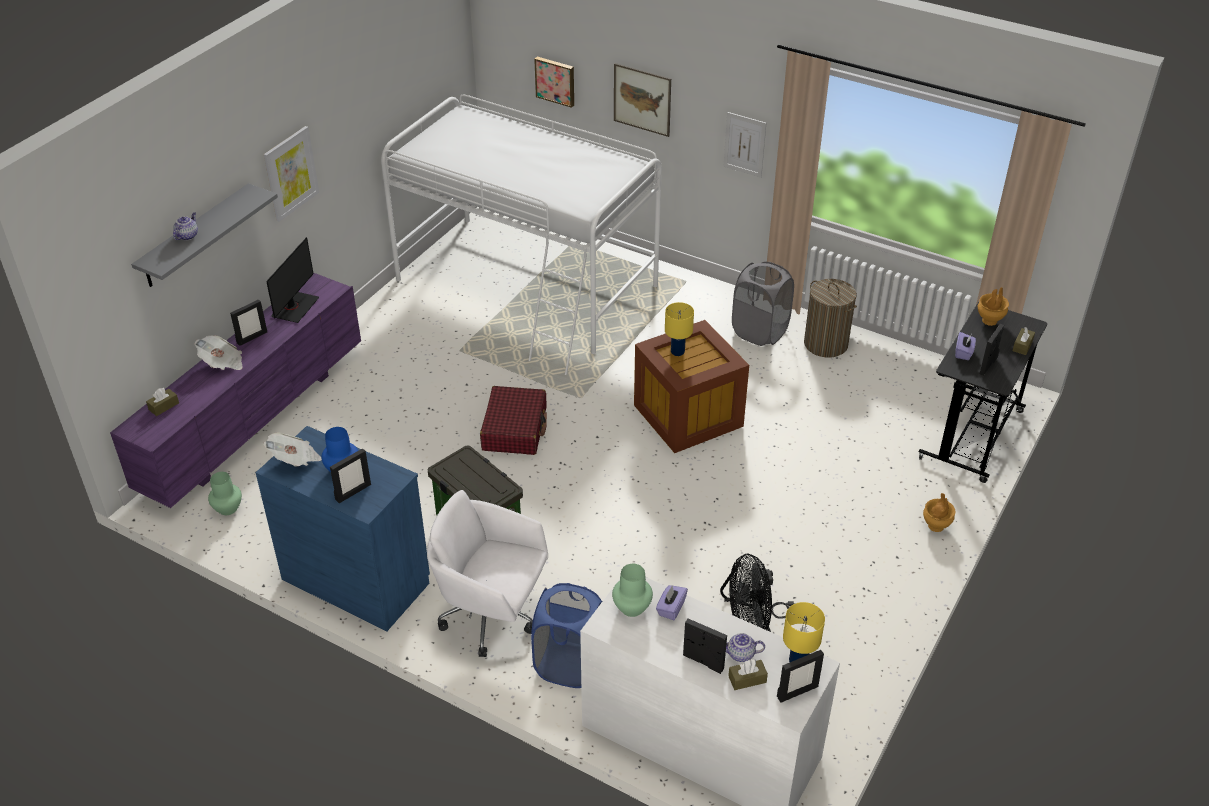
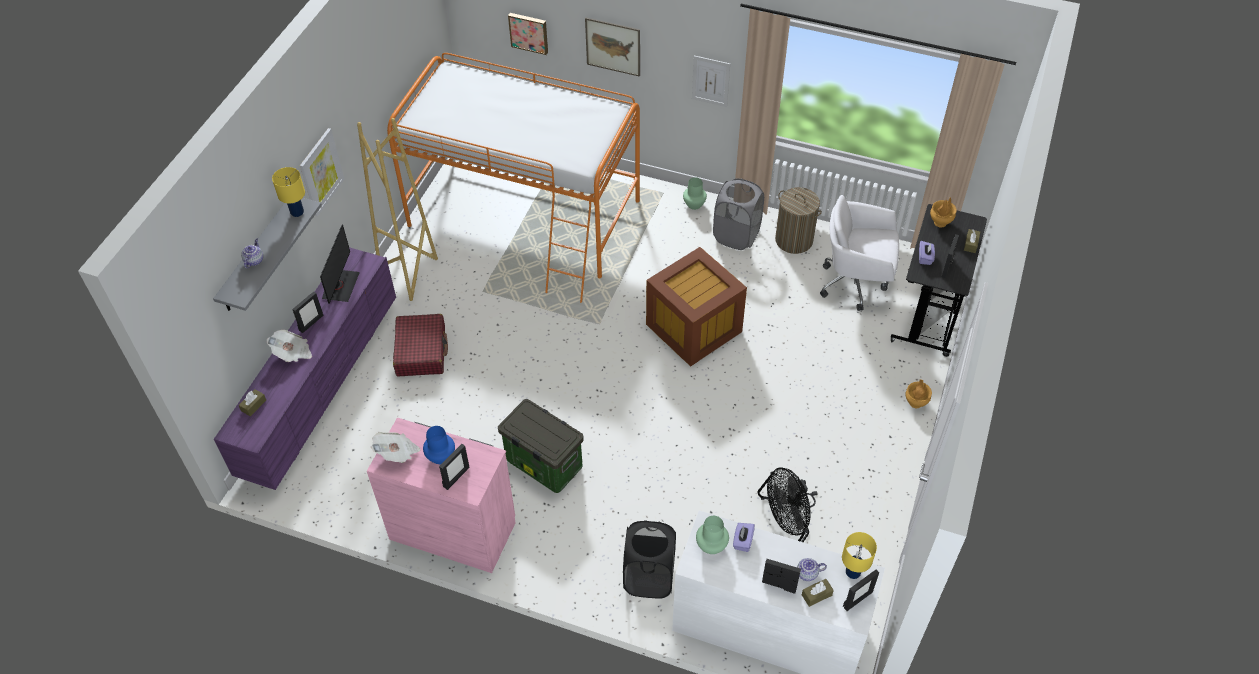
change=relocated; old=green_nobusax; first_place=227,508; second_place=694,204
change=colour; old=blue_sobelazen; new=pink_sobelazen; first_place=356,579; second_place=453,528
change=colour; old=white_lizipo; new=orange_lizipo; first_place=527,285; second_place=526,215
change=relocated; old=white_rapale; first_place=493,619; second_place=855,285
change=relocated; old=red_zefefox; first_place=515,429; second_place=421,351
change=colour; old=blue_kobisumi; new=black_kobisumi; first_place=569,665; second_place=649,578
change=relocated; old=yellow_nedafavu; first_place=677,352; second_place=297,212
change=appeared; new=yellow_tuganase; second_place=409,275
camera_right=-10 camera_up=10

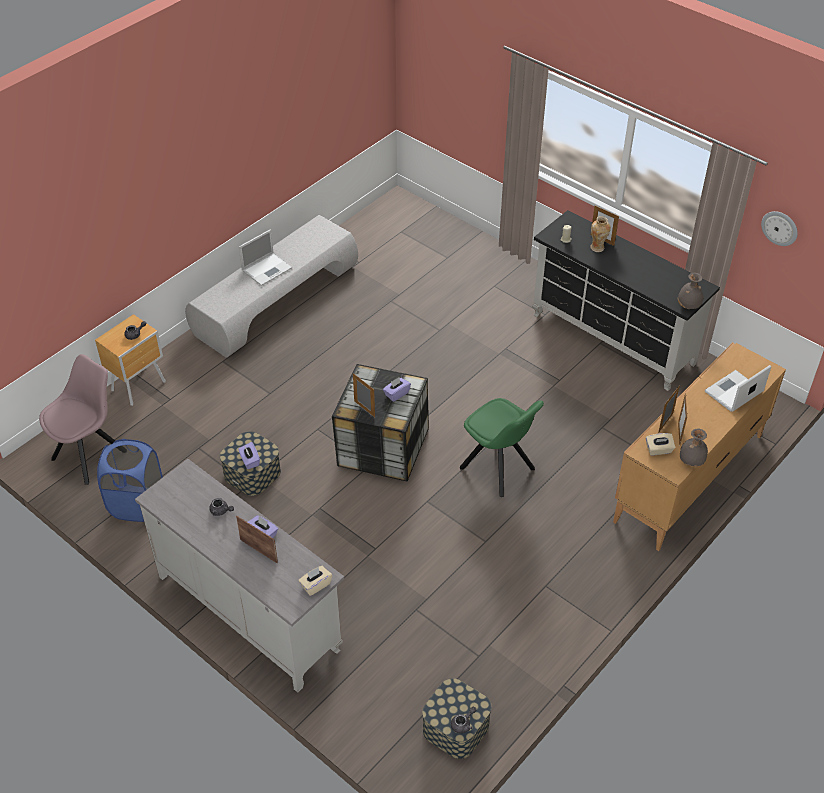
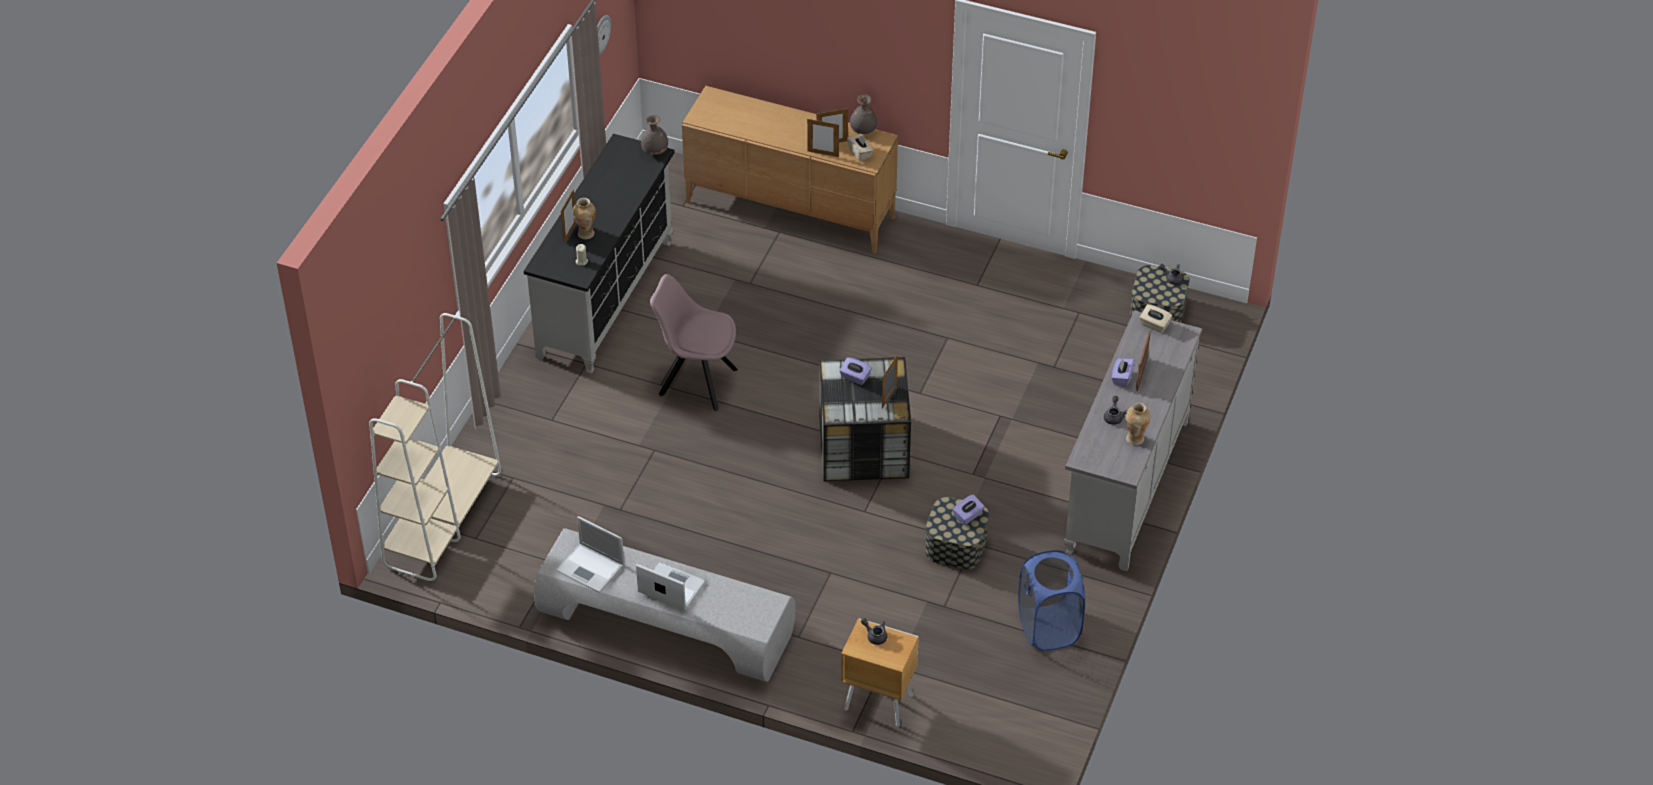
change=relocated; old=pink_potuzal; first_place=90,455; second_place=697,382
change=missing; old=green_potuzal; first_place=498,468
change=relocated; old=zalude; first_place=733,392; second_place=591,568
change=appeared; new=beige_tuganase; second_place=443,521
change=appeared; new=nobusax; second_place=1135,438
camera_right=-110 camera_up=0

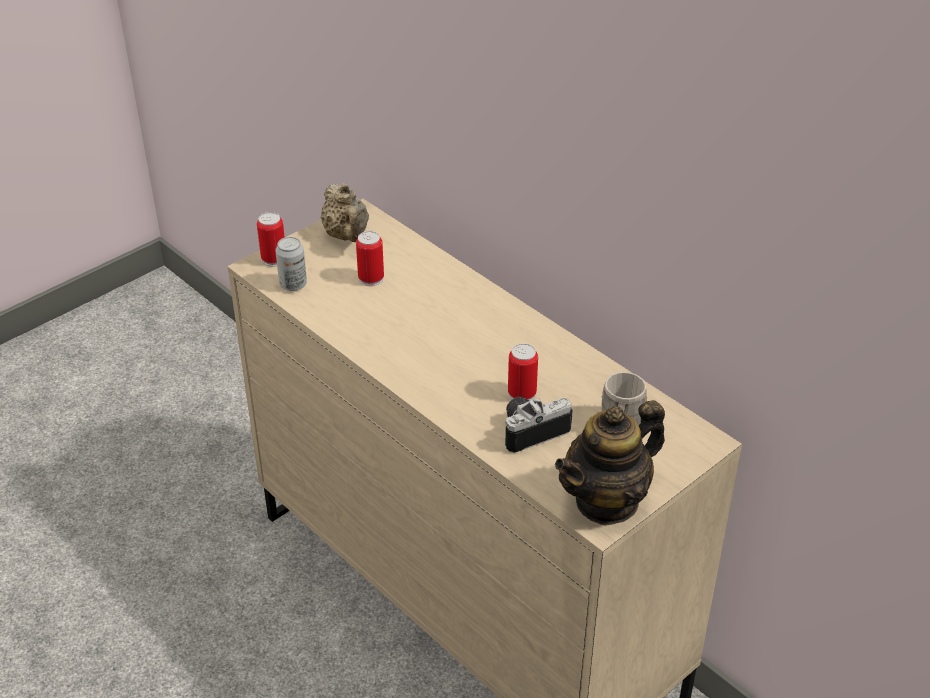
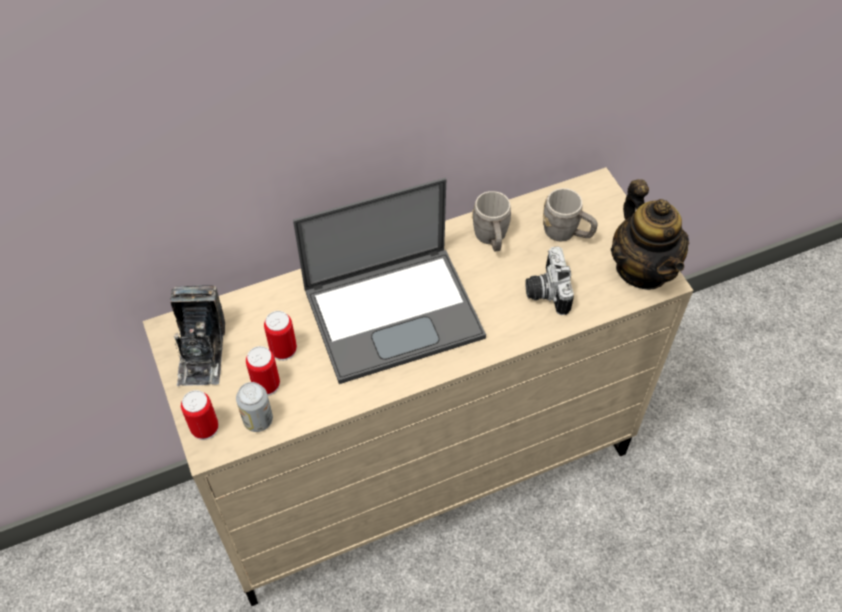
change=exchanged; old=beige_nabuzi; new=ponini; first_place=347,236; second_place=201,352
change=relocated; old=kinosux; first_place=522,393; second_place=266,384
change=appeared; new=zalude; second_place=395,312
change=appeared; new=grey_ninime; second_place=491,239
camera_right=-70 camera_up=15

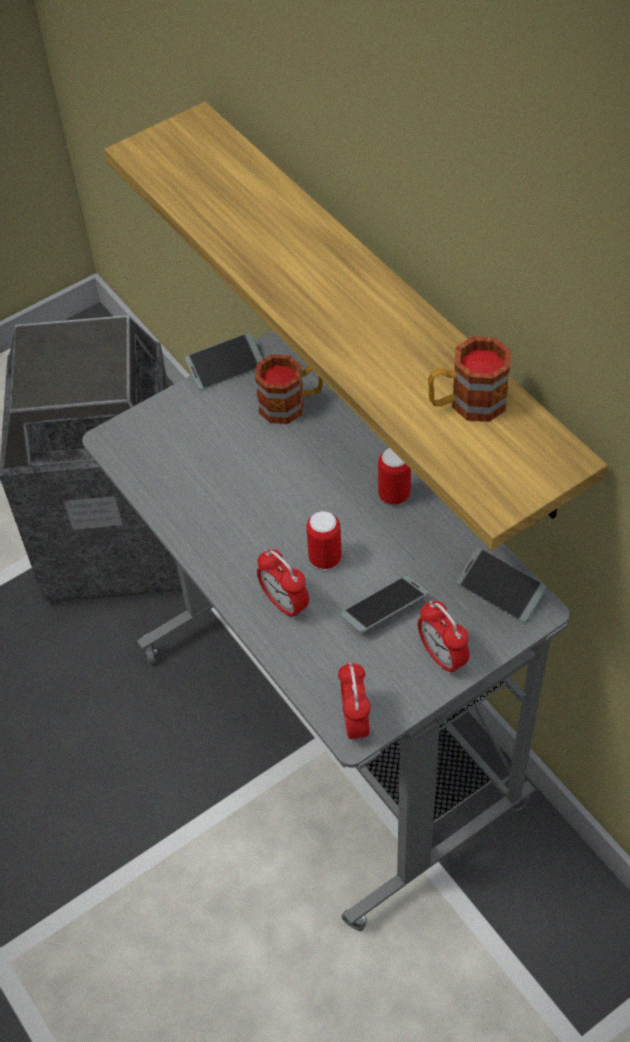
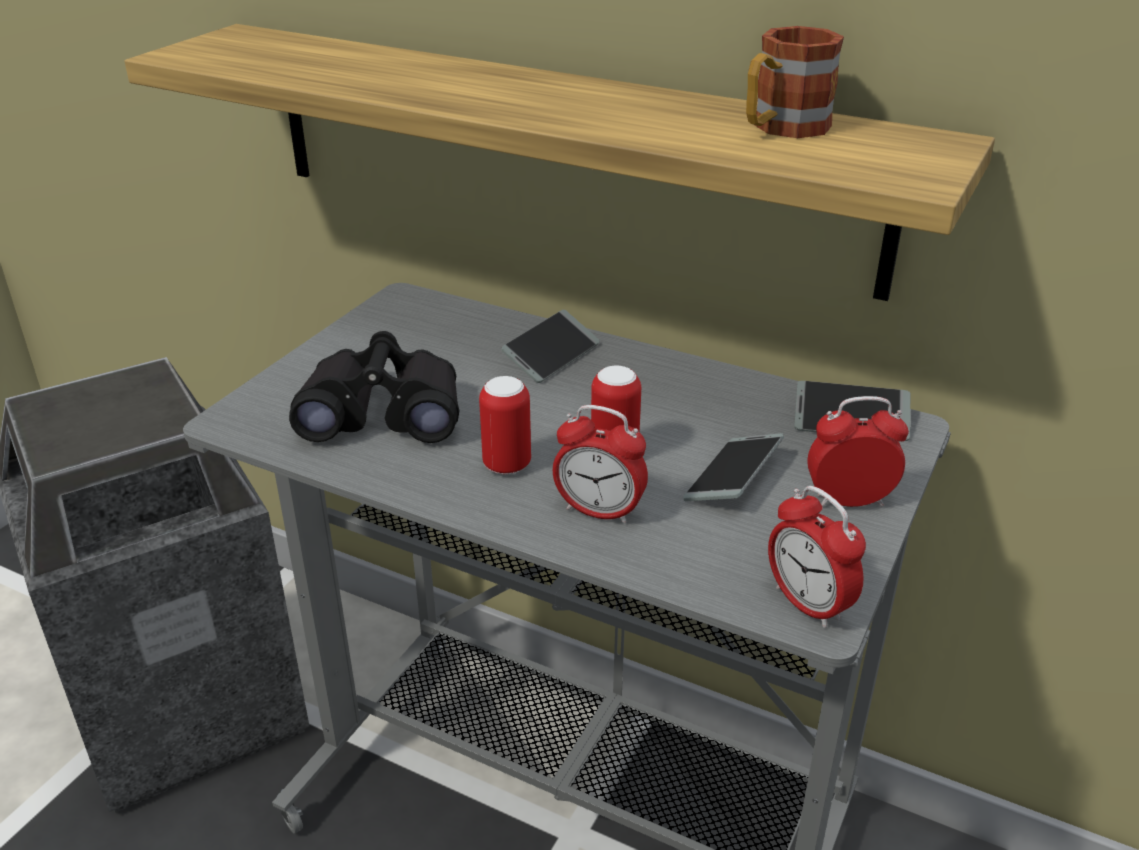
change=relocated; old=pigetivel; first_place=225,367; second_place=551,356
change=missing; old=ninime; first_place=291,404
change=relocated; old=kinosux; first_place=394,495; second_place=507,465
change=spun; old=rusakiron; first_place=442,656; second_place=849,501; degrees=150
change=appeared; new=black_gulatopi; second_place=383,413
camera_right=-30 camera_up=-20

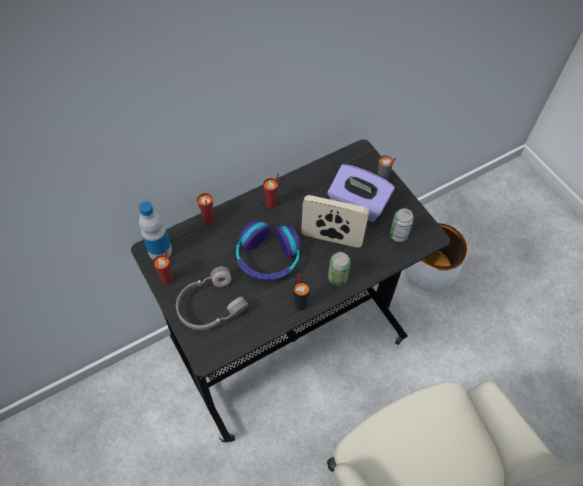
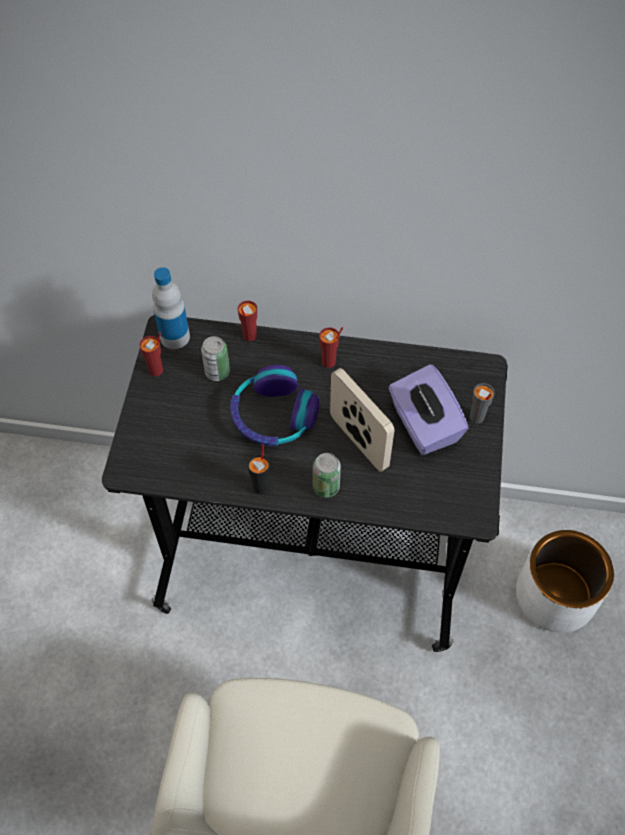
change=missing; old=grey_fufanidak; first_place=209,305
change=relocated; old=kinosux; first_place=398,235; second_place=217,372
camera_right=40 camera_up=0

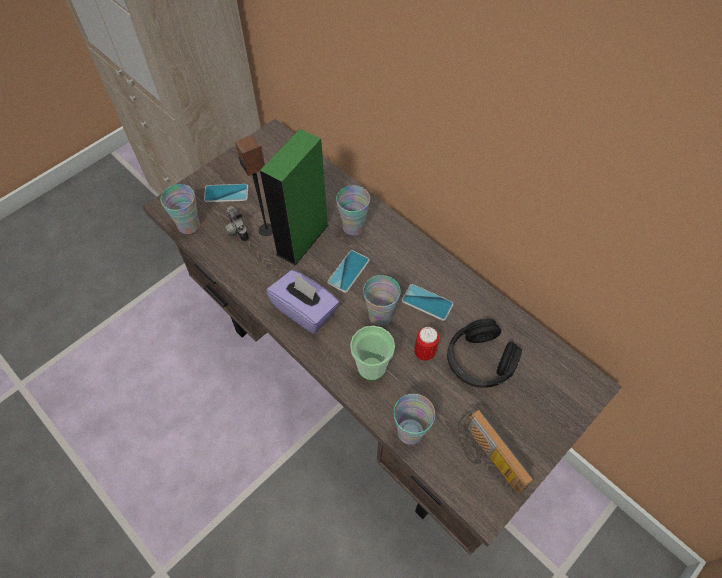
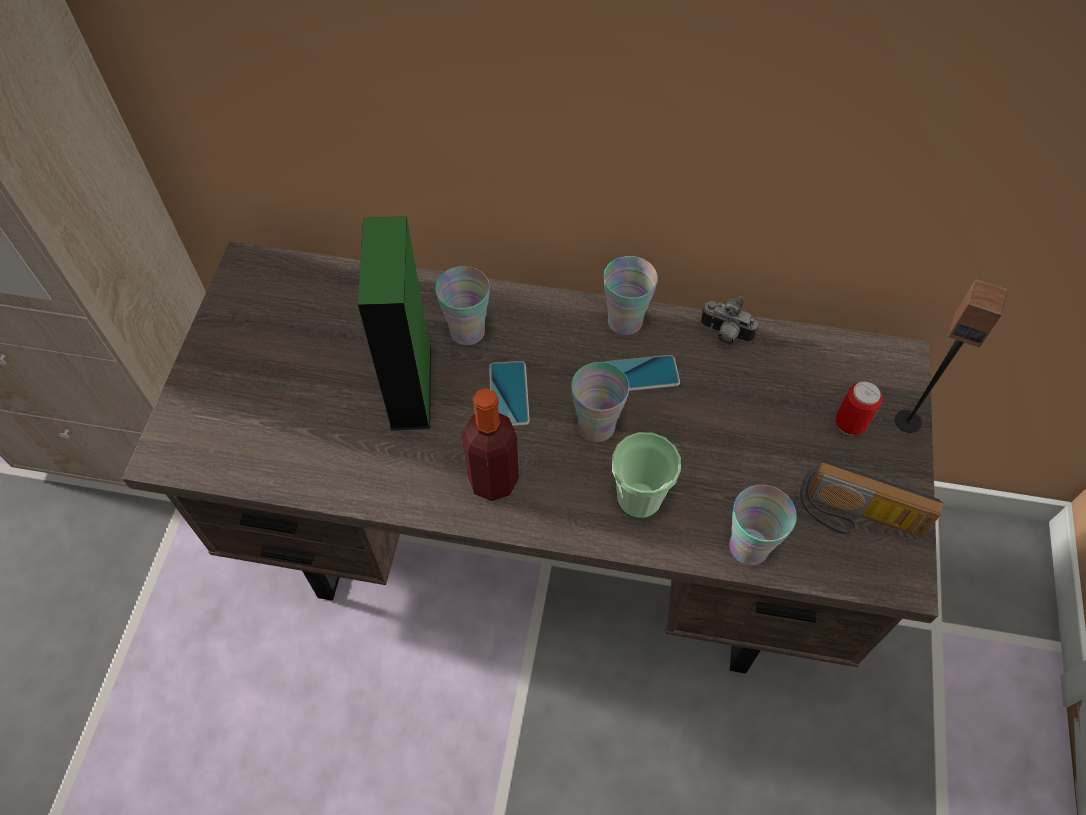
change=relocated; old=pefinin; first_place=189,225; second_place=625,321
change=missing; old=pigetivel; first_place=226,193
change=relocated; old=ponini; first_place=236,231; second_place=724,335
change=relocated; old=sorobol; first_place=267,229; second_place=908,421
change=exchanged; old=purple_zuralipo; new=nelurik; first_place=305,310; second_place=493,480
change=relocated; old=kinosux; first_place=424,352; second_place=849,424
change=missing; old=black_fufanidak; first_place=479,361
camera_right=-35 camera_up=0

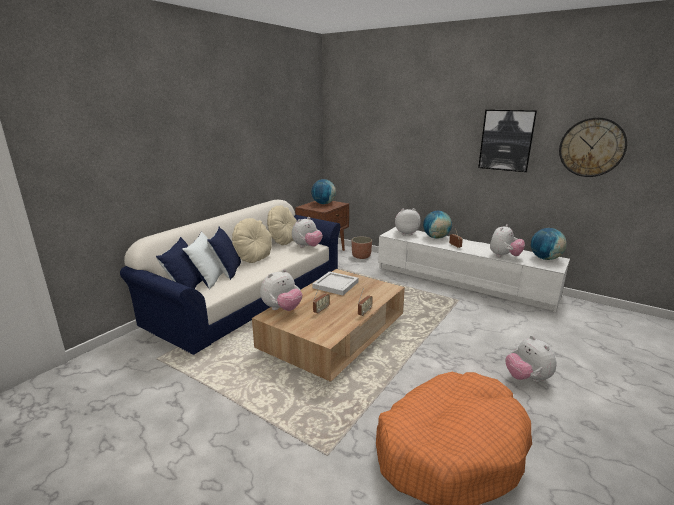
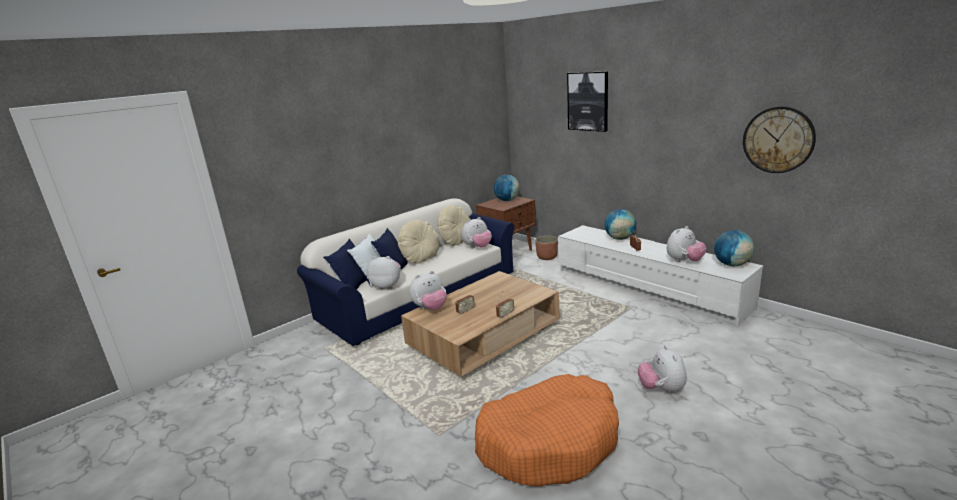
change=missing; old=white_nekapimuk; first_place=335,284
change=relocated; old=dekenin; first_place=405,233; second_place=387,286
change=relocated; old=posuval; first_place=506,140; second_place=588,101
camera_right=15 camera_up=0

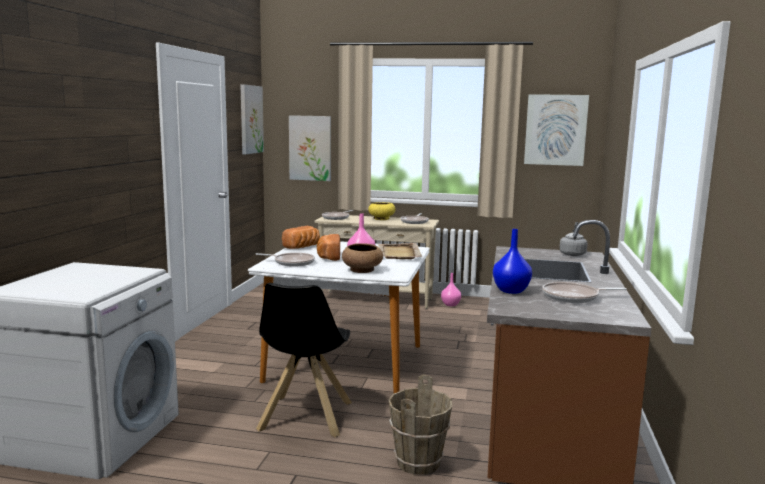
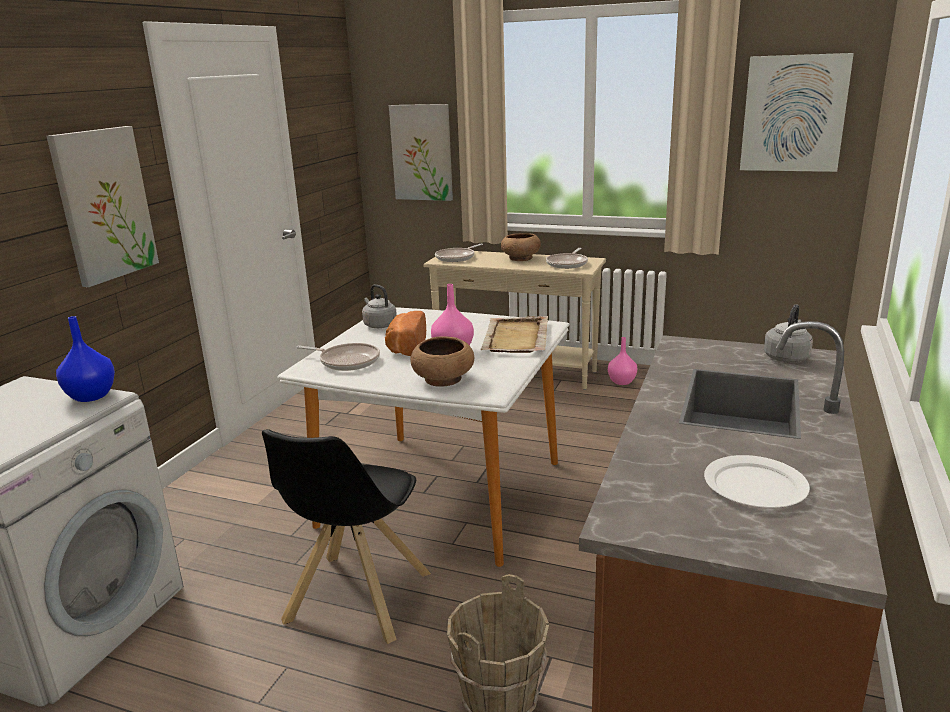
change=relocated; old=posuval; first_place=250,119; second_place=104,204
change=exchanged; old=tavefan; new=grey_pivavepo; first_place=303,247; second_place=379,325
change=colour; old=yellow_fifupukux; new=brown_fifupukux; first_place=381,219; second_place=520,258
change=relocated; old=blue_nobusax; first_place=511,291; second_place=90,397
change=exchanged; old=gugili; new=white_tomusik; first_place=574,297; second_place=755,486
camera_right=10 camera_up=10

